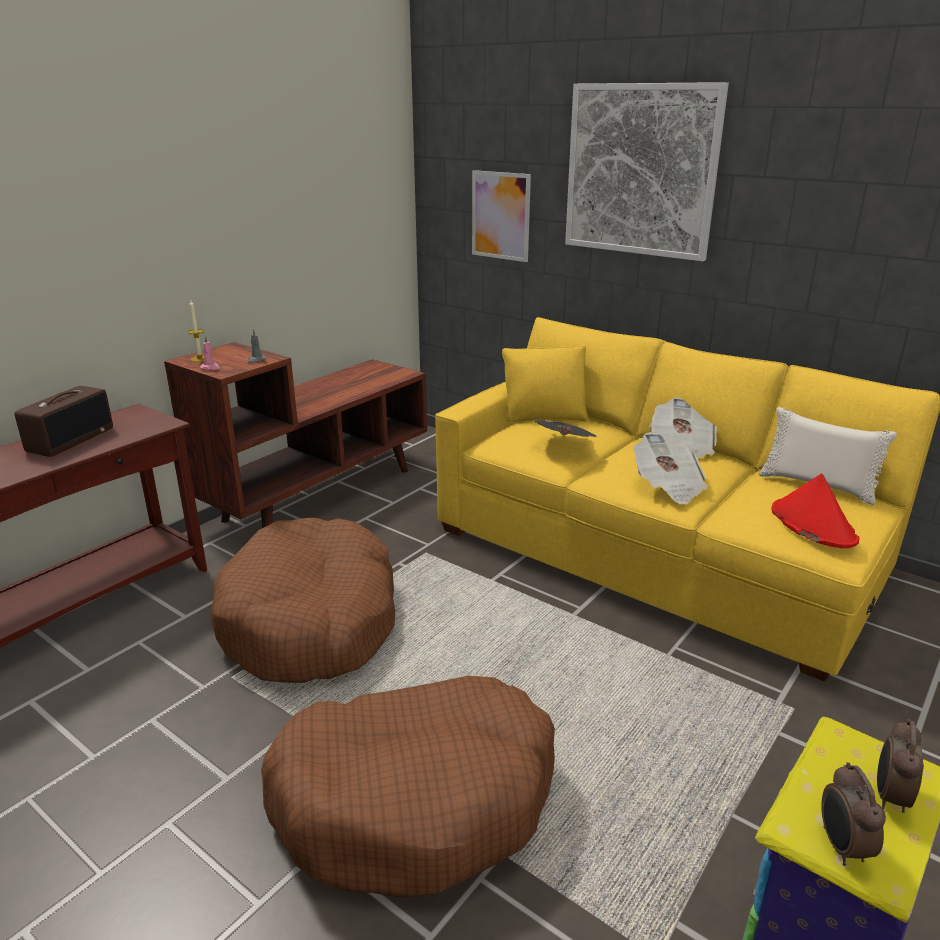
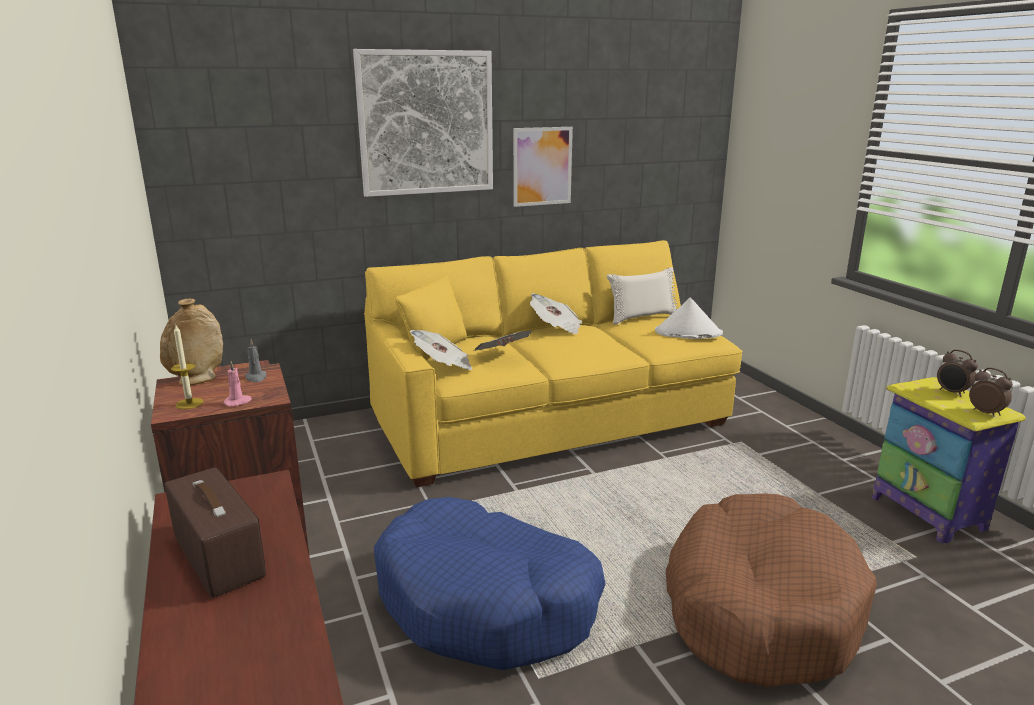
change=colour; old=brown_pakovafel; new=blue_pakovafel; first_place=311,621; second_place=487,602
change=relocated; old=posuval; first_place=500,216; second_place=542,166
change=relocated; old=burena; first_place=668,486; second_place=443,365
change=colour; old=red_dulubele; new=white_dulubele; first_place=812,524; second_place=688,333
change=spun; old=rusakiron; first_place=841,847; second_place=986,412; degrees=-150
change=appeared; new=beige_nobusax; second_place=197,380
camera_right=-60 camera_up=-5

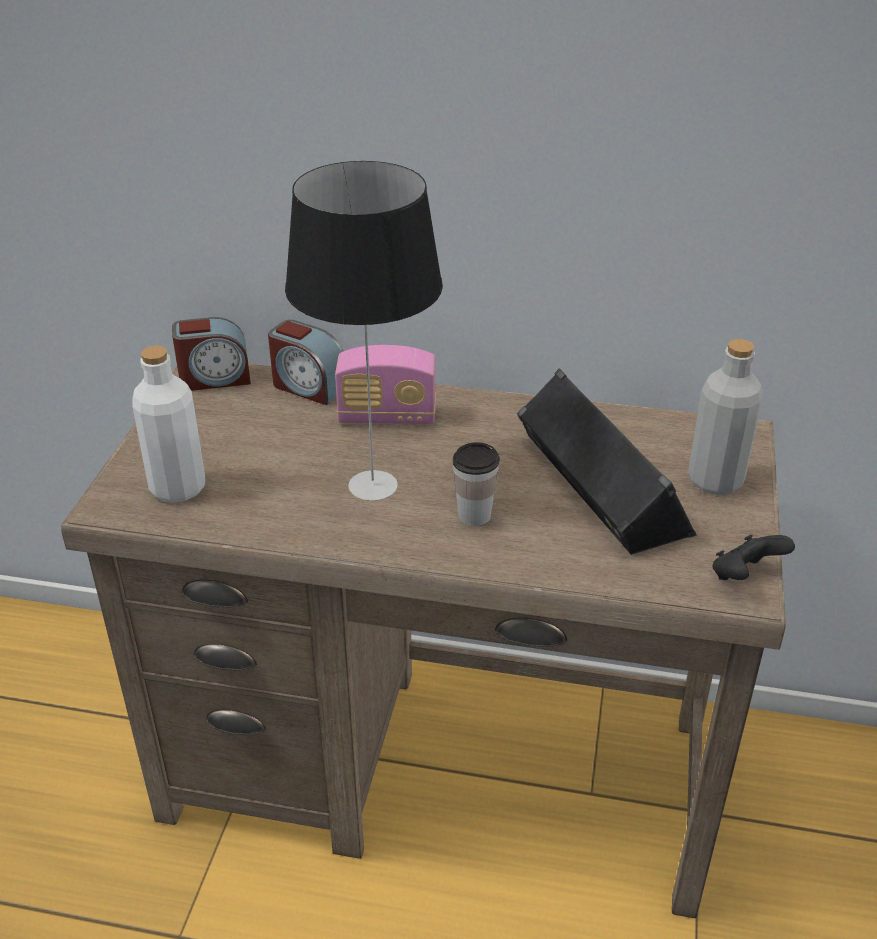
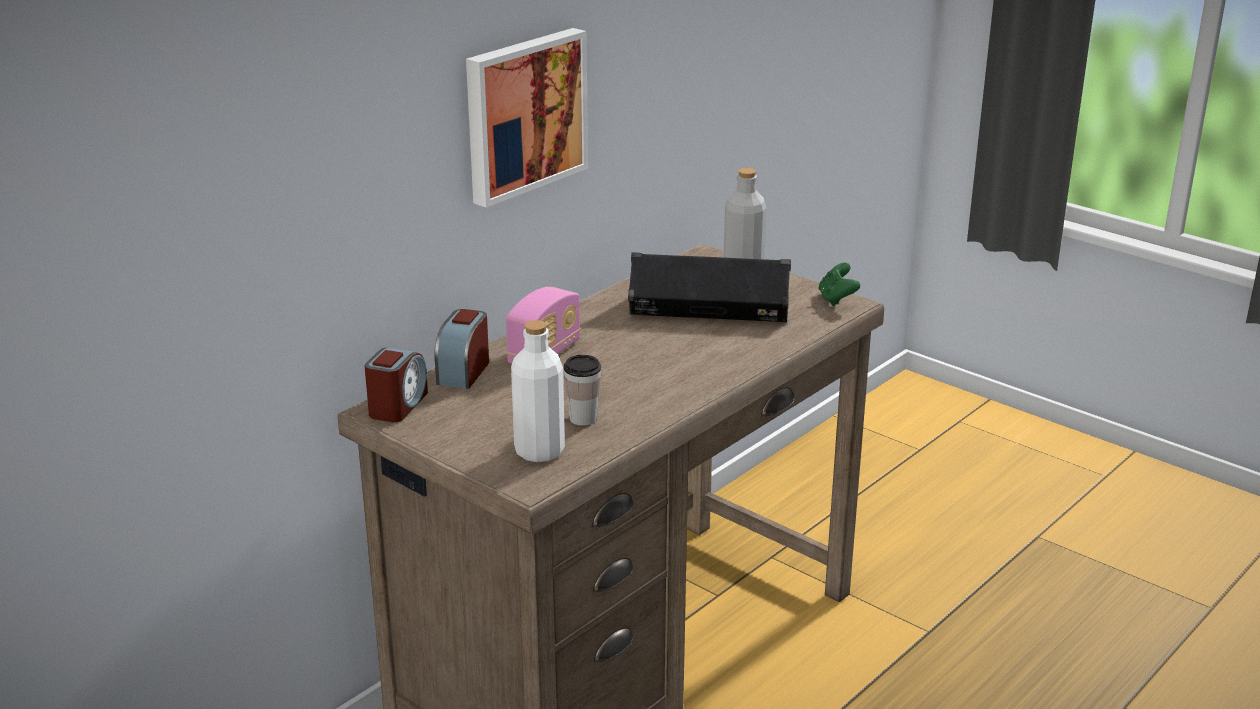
change=spun; old=rusakiron; first_place=308,387; second_place=463,372; degrees=135
change=missing; old=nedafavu; first_place=372,486
change=relocated; old=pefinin; first_place=474,515; second_place=583,418
change=colour; old=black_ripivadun; new=green_ripivadun; first_place=744,576; second_place=836,299
change=appeared; new=posuval; second_place=523,114
camera_right=-60 camera_up=-10

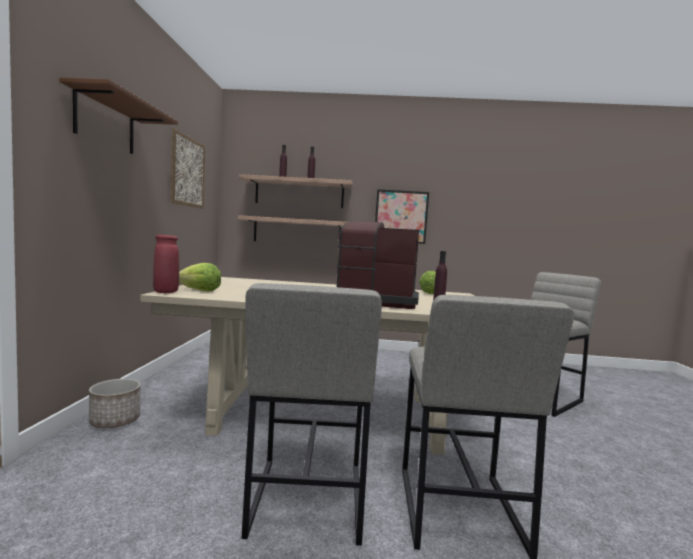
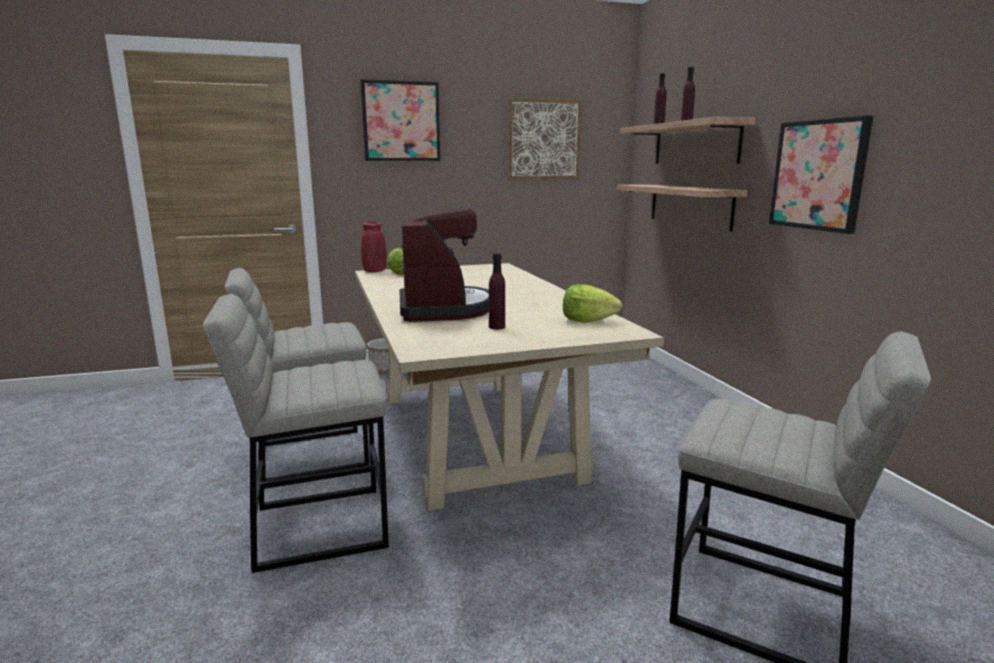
change=exchanged; old=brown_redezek; new=posuval; first_place=105,123; second_place=401,121
camera_right=70 camera_up=10

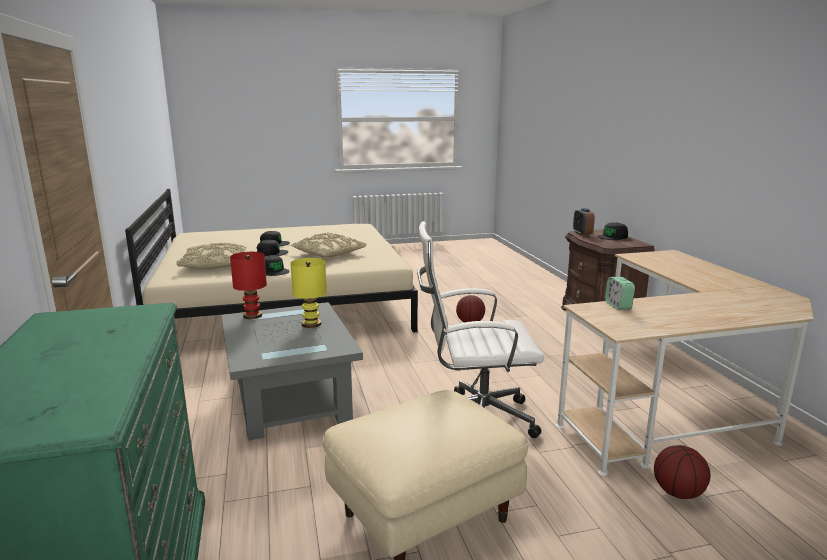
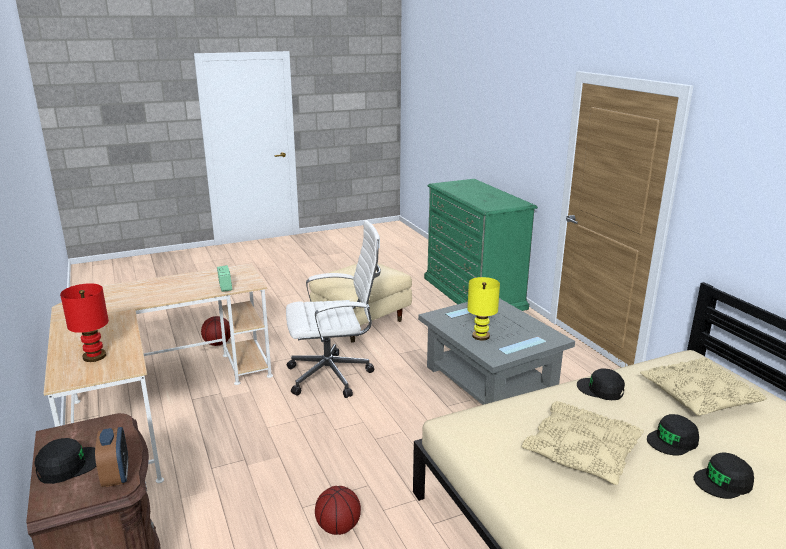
change=relocated; old=red_nedafavu; first_place=253,315; second_place=94,356
camera_right=170 camera_up=5

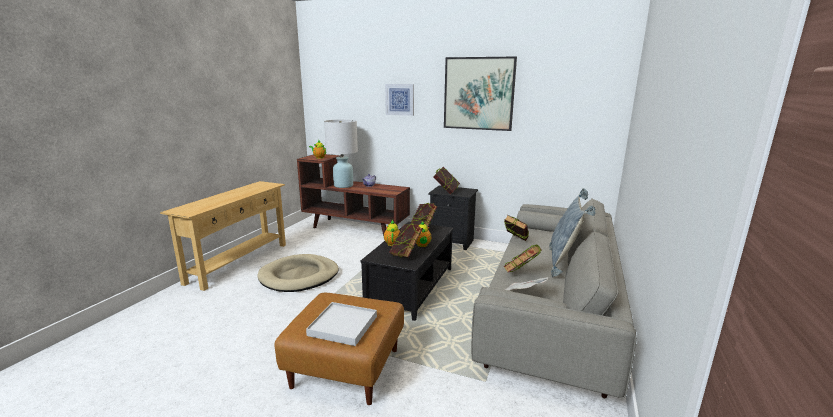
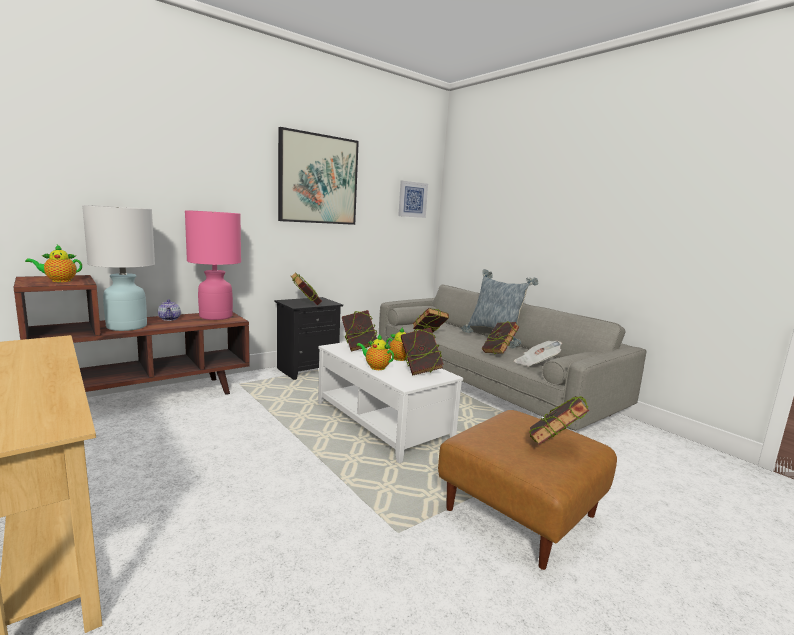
change=missing; old=beige_pakovafel; first_place=299,276
change=exchanged; old=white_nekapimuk; new=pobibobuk; first_place=342,326; second_place=553,445
change=colour; old=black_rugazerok; new=white_rugazerok; first_place=412,288; second_place=382,421
change=relocated; old=posuval; first_place=400,99; second_place=412,199
change=appeared; new=pink_nedafavu; second_place=216,317
camera_right=-60 camera_up=-5

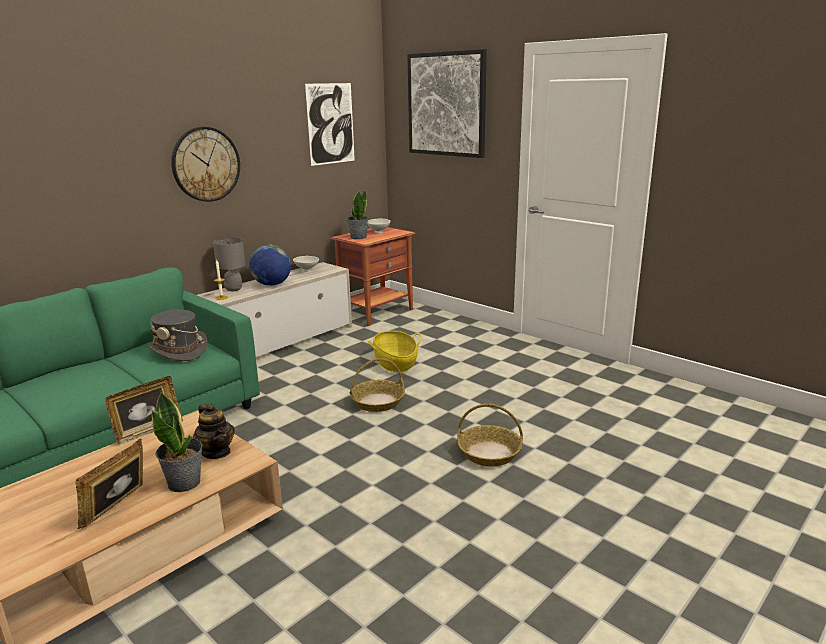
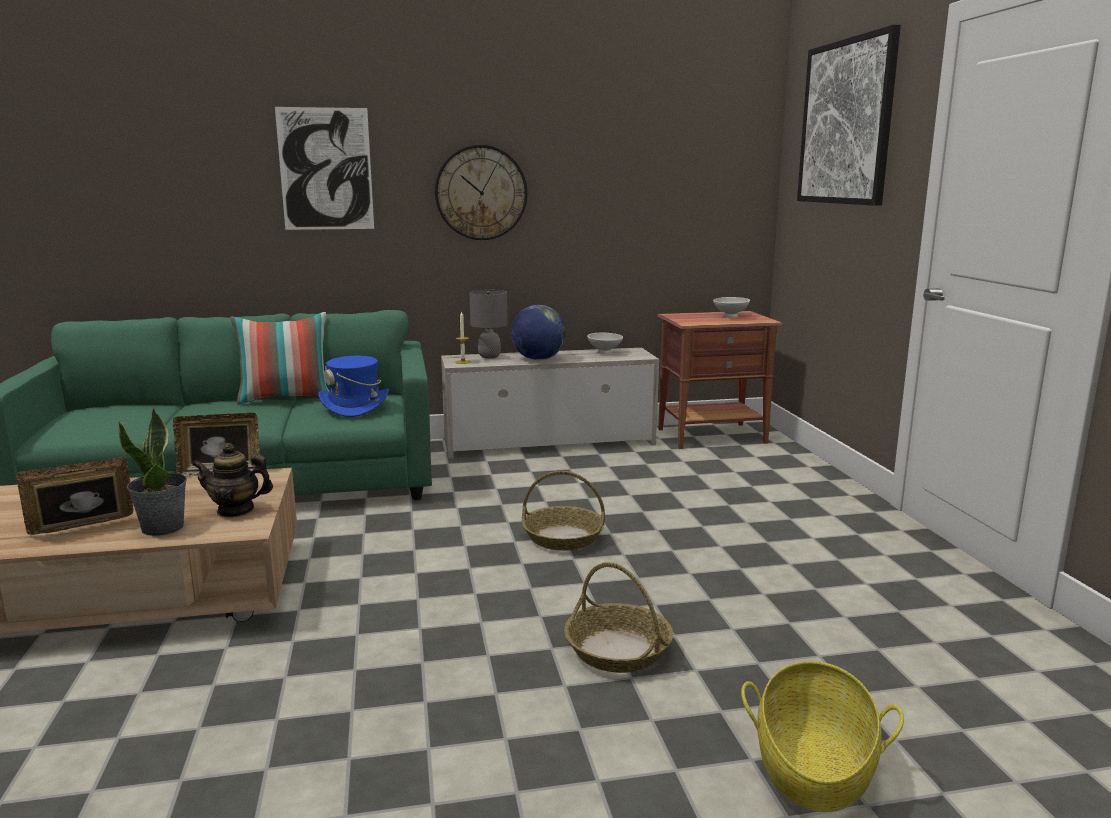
change=colour; old=grey_dulubele; new=blue_dulubele; first_place=179,351; second_place=355,406
change=spun; old=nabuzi; first_place=216,452; second_place=236,510; degrees=90
change=relocated; old=posuval; first_place=331,124; second_place=326,169
change=missing; old=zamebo; first_place=358,237
change=relocated; old=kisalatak; first_place=395,363; second_place=814,767
change=appeared; new=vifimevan; second_place=286,399
camera_right=35 camera_up=-5

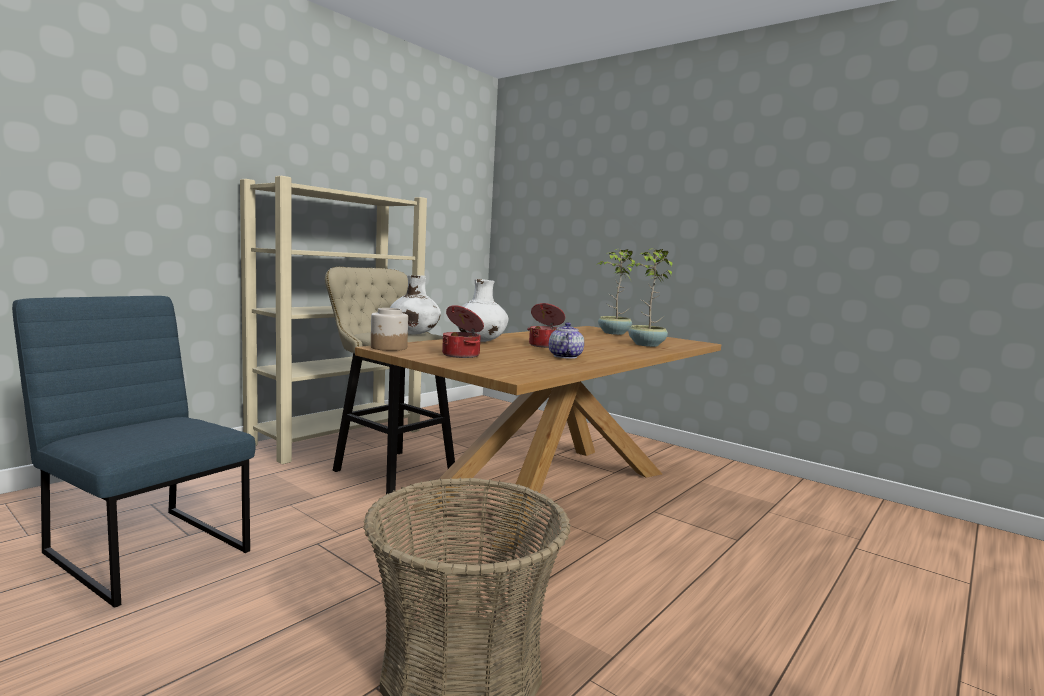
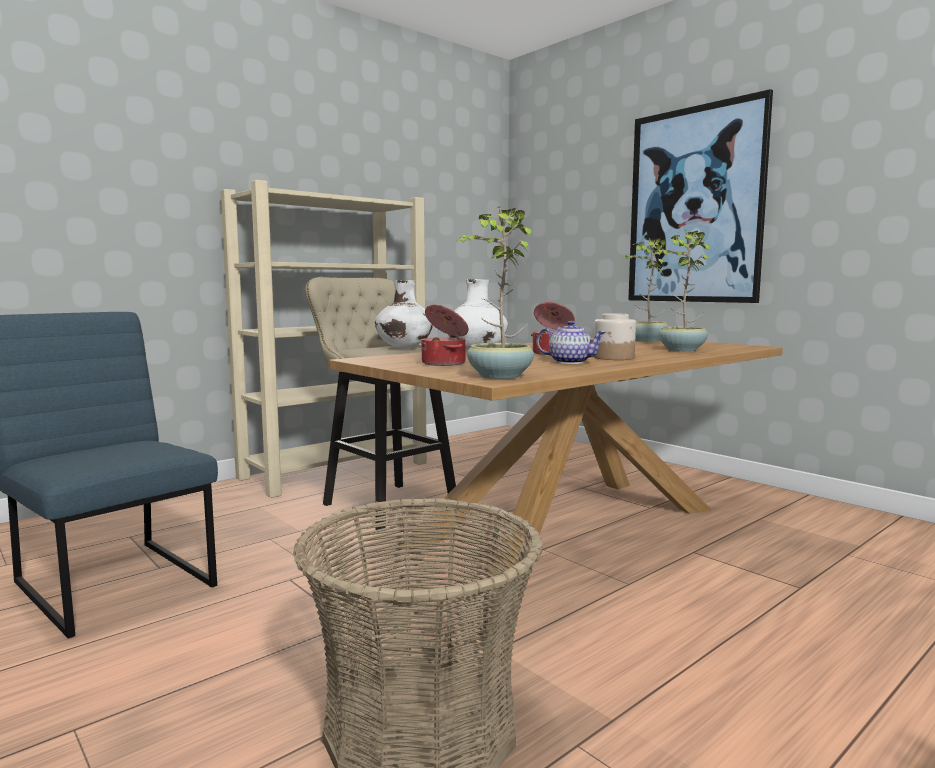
change=relocated; old=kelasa; first_place=389,348; second_place=614,358
change=spun; old=nabuzi; first_place=565,356; second_place=569,362; degrees=105
change=appeared; new=zamebo; second_place=498,376
change=appeared; new=posuval; second_place=694,206
camera_right=10 camera_up=0

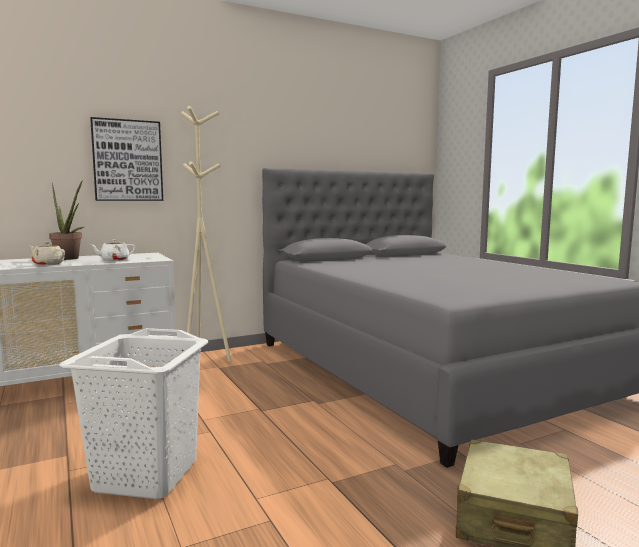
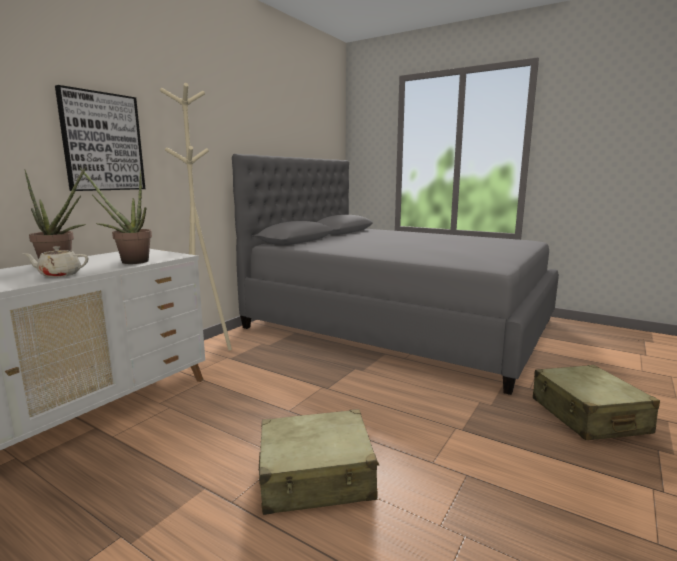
change=exchanged; old=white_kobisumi; new=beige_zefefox; first_place=147,475; second_place=316,477
change=exchanged; old=white_nabuzi; new=zamebo; first_place=114,260; second_place=129,261
camera_right=-30 camera_up=5

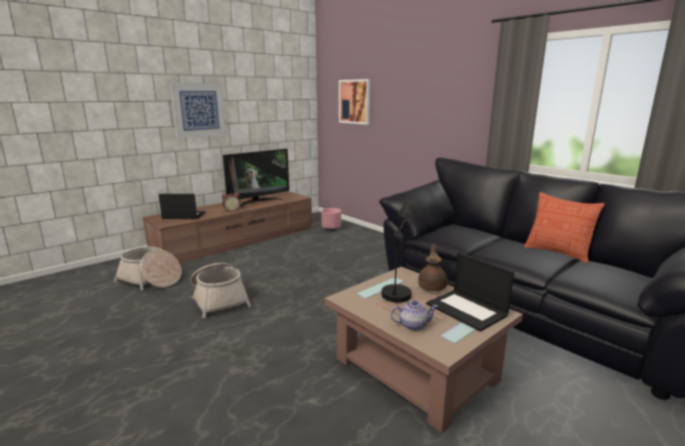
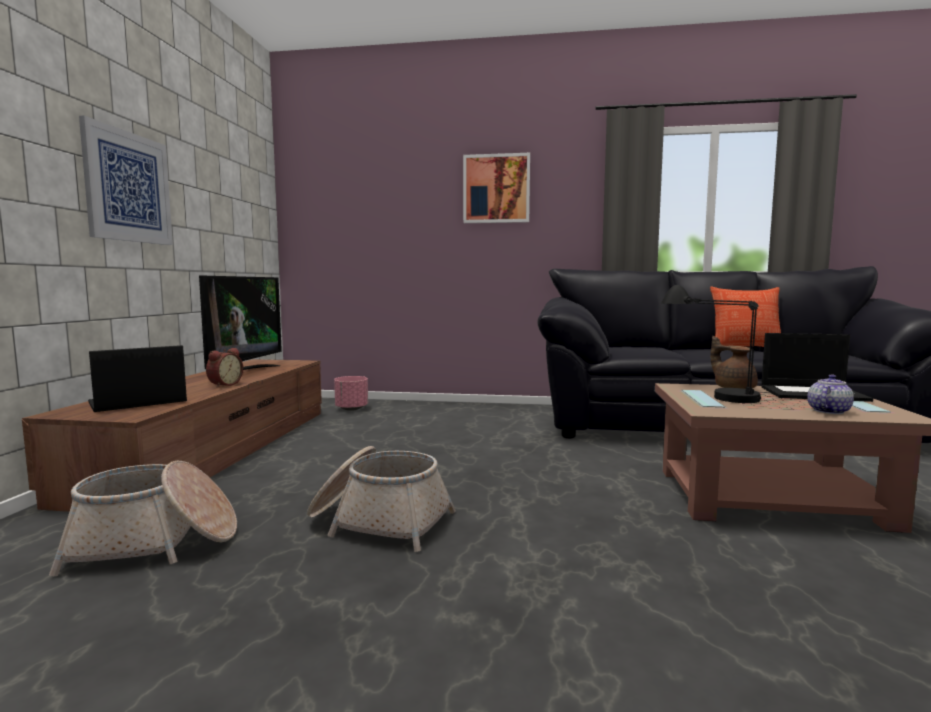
change=relocated; old=posuval; first_place=355,101; second_place=496,189
camera_right=-40 camera_up=-10

